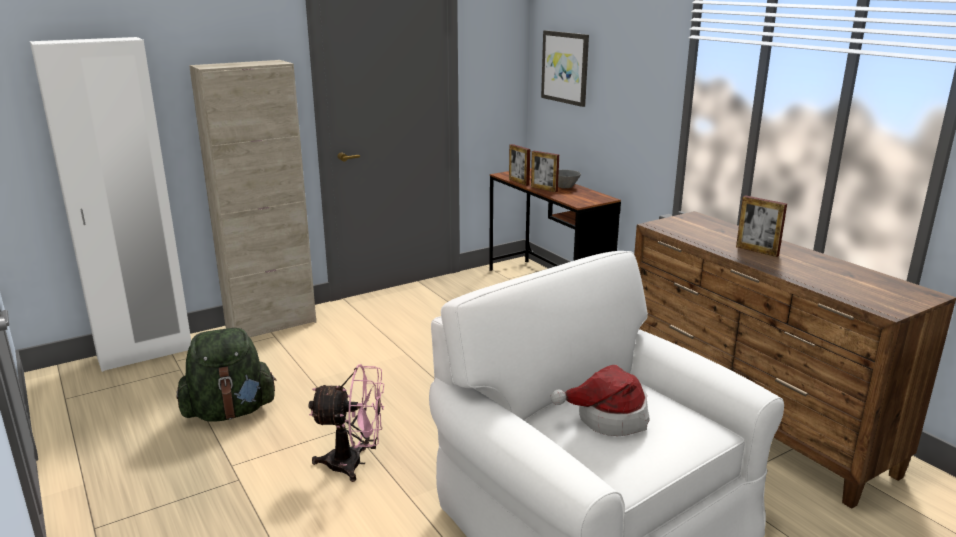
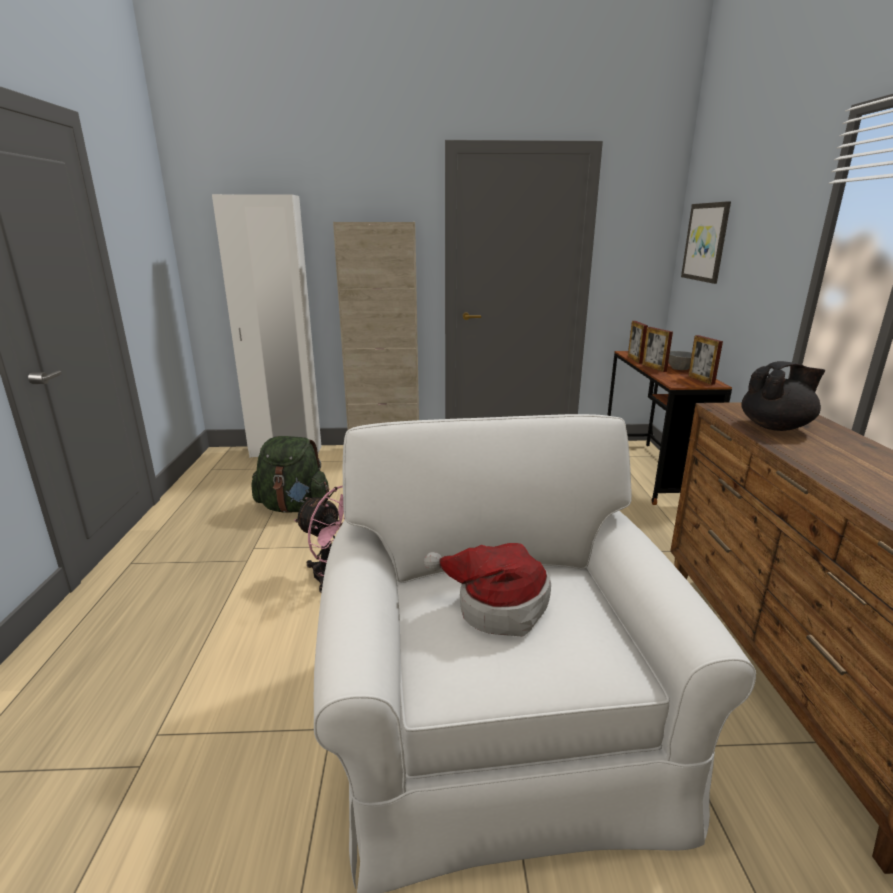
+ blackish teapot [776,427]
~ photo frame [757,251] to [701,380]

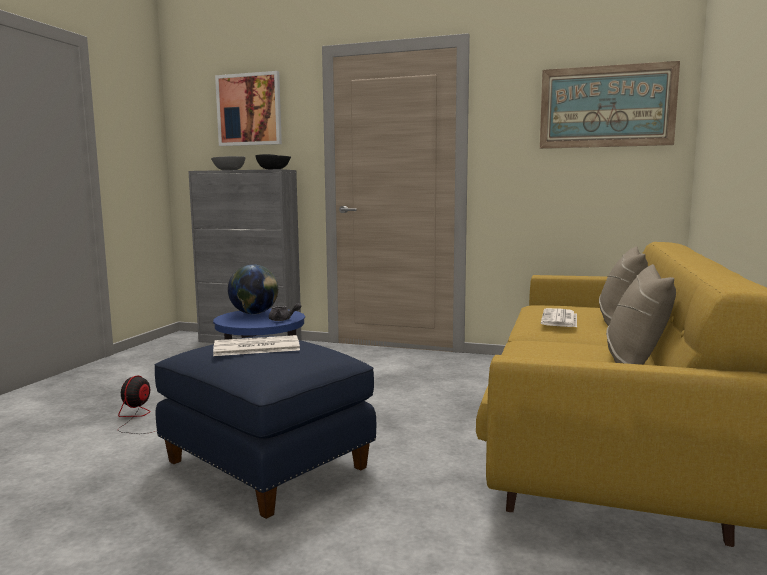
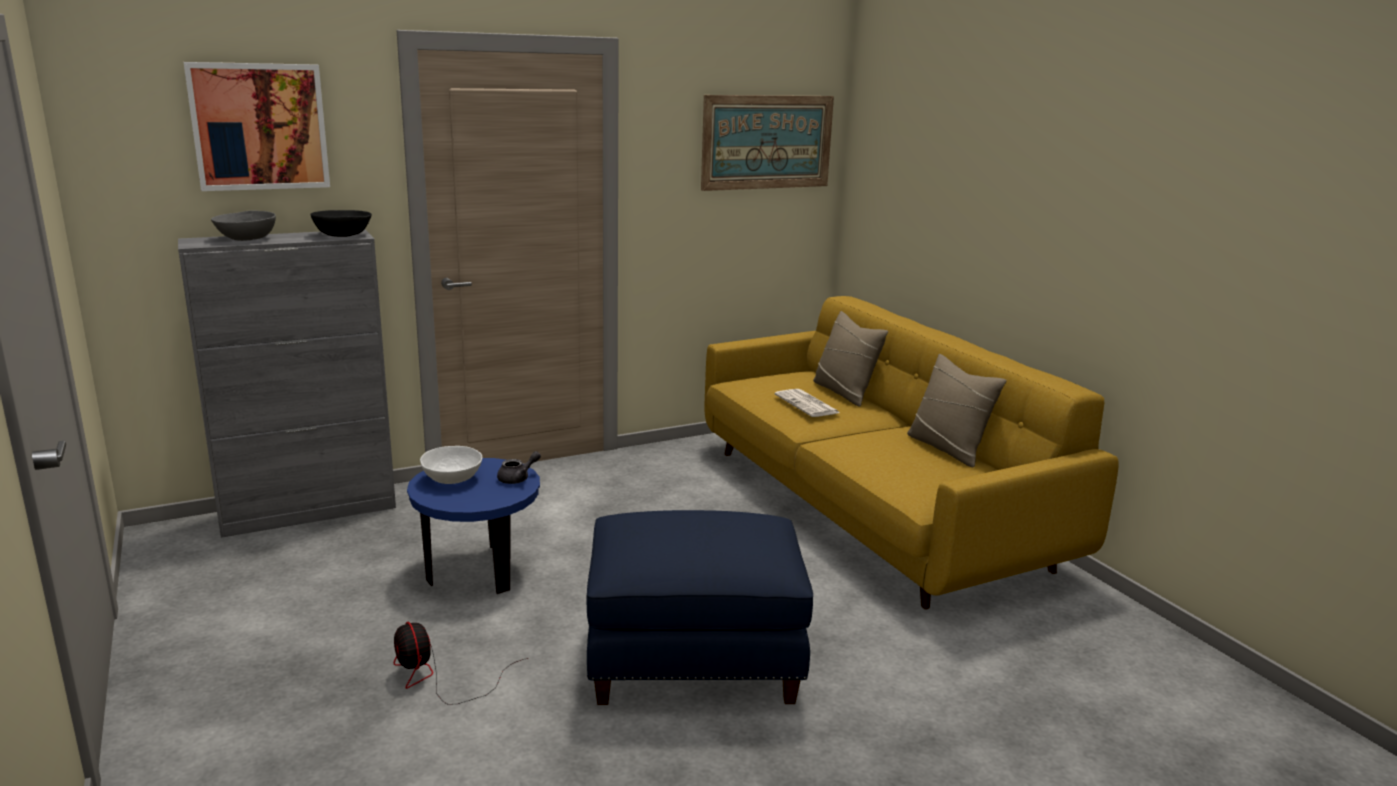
- newspaper [255,347]
~ globe [254,314] to white-coloured serving bowl [453,479]

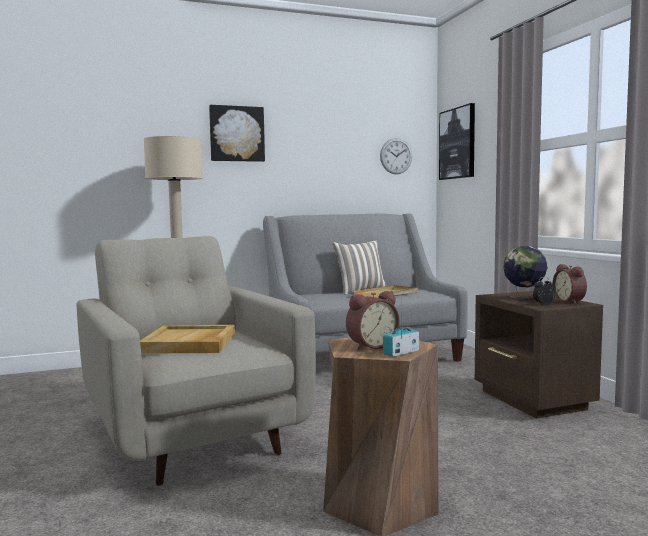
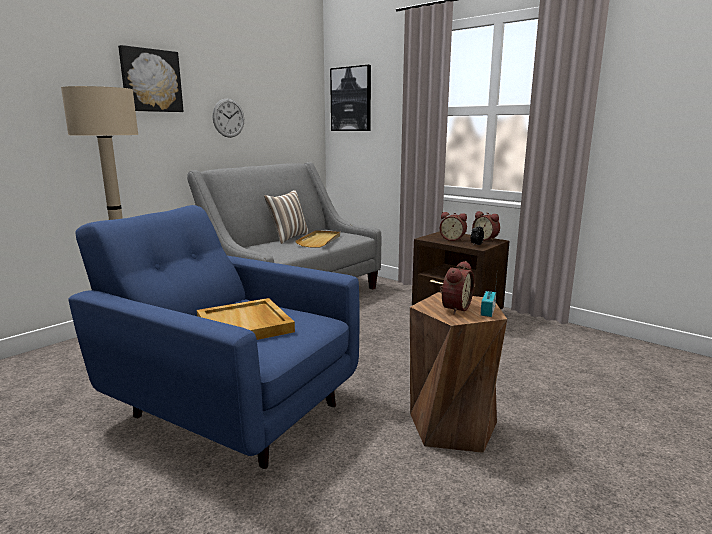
~ clock on the wall [396,156] to [228,118]
~ globe [524,298] to table clock [453,239]
~ beige-coloured easy chair [190,432] to blue-coloured easy chair [227,406]

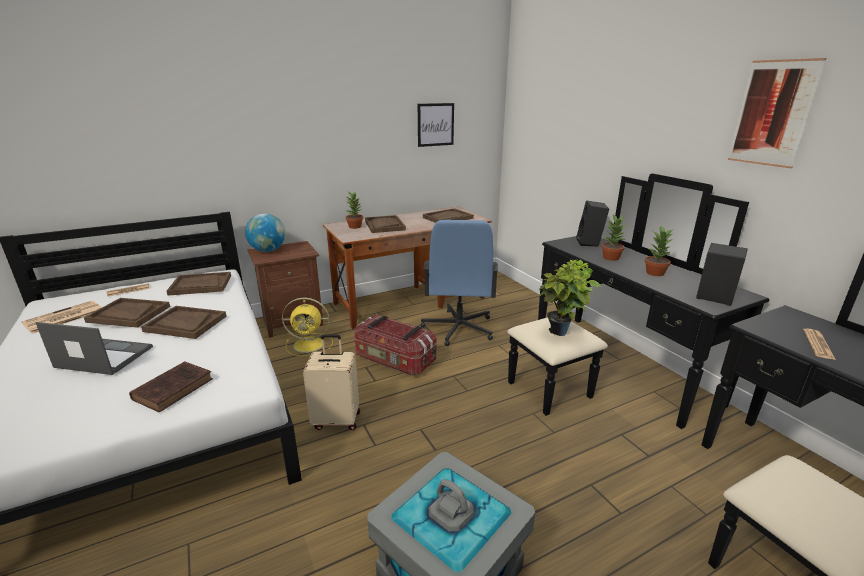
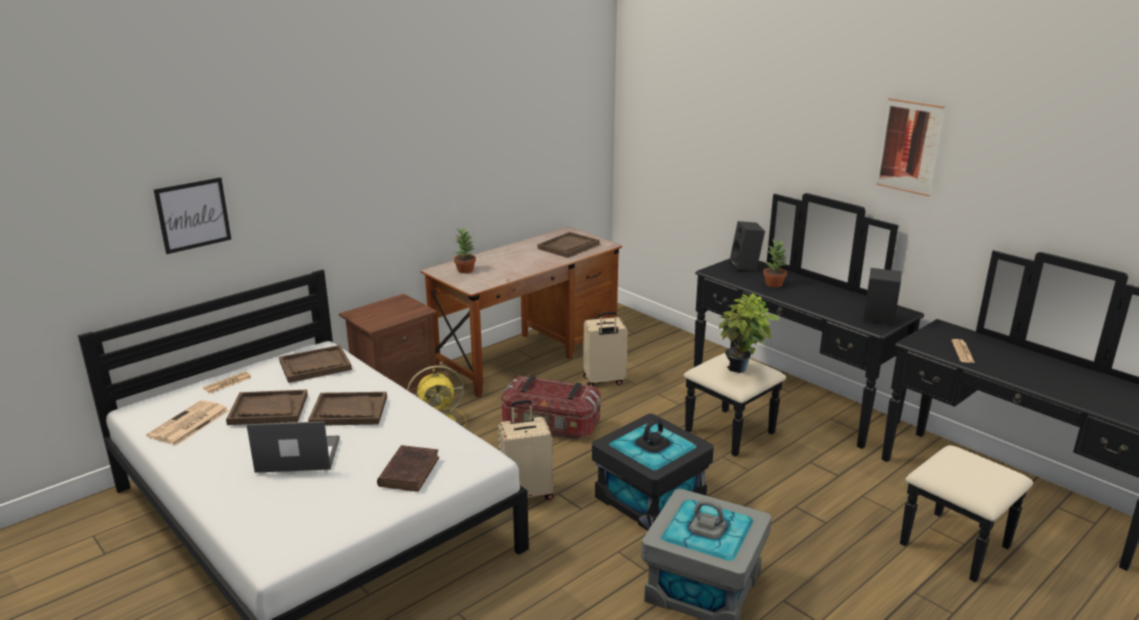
- globe [268,250]
- brown-coloured serving tray [384,225]
- potted plant [655,273]
+ blackish storage container [650,499]
~ wall art [435,124] to [193,215]
~ blue-coloured desk chair [458,328] to beige-coloured travel case [604,381]

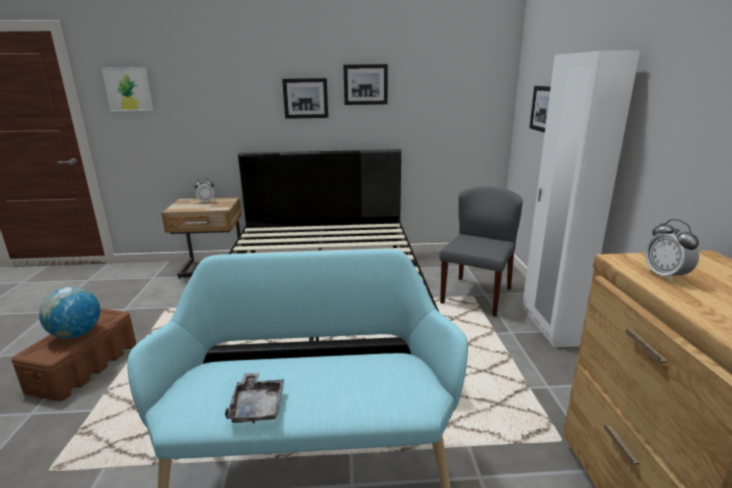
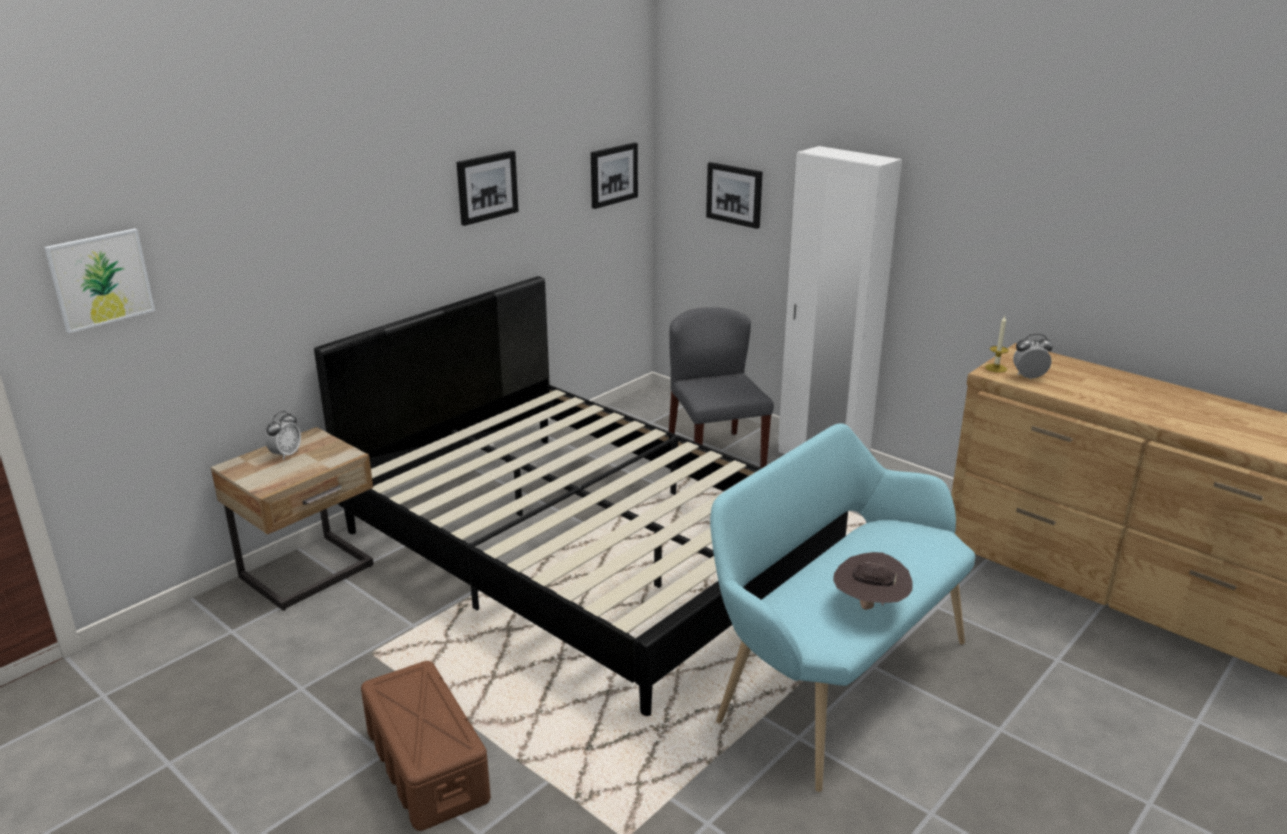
- globe [76,334]
+ wax light [996,368]
~ wall art [305,98] to [613,175]
~ greyish serving tray [257,406] to brown-coloured clothing hat [869,606]
~ table clock [665,276] = [1029,377] 150 degrees clockwise

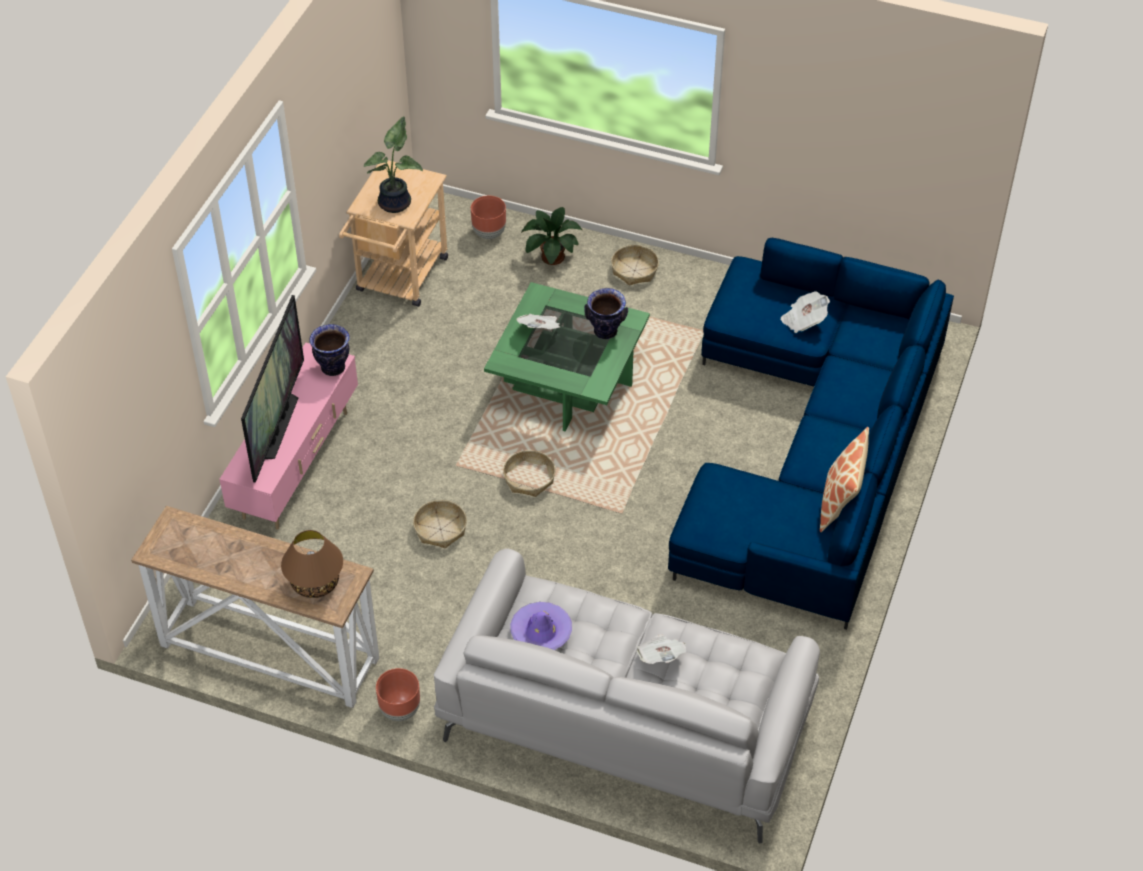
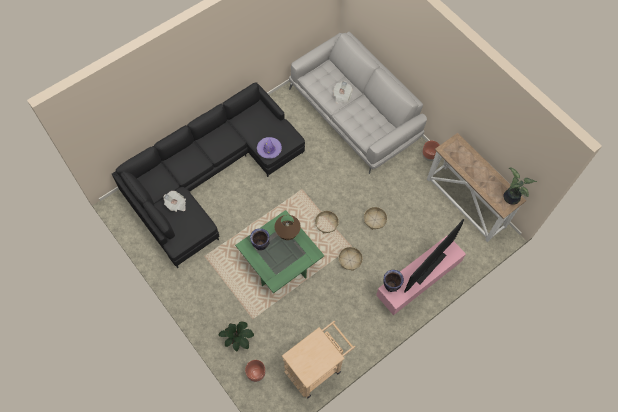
- newspaper [540,329]
- cushion [840,502]
~ brown-coloured lamp for a table [315,583] to [287,232]
~ potted plant [397,203] to [510,197]
~ purplish clothing hat [541,632] to [269,149]
~ storage basket [634,270] to [350,260]
~ blue-coloured couch [813,448] to blackish couch [209,176]

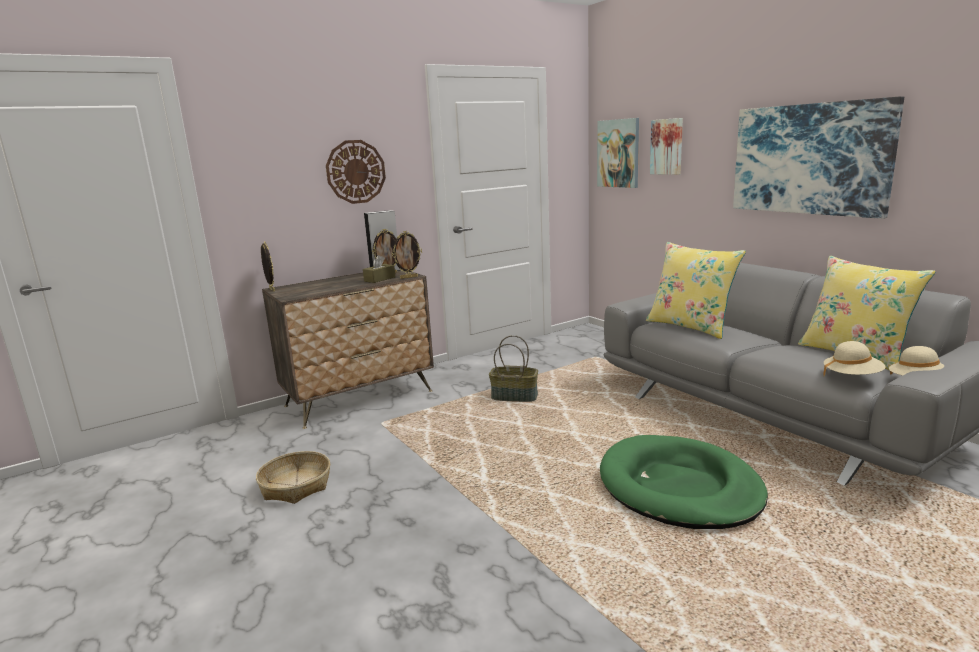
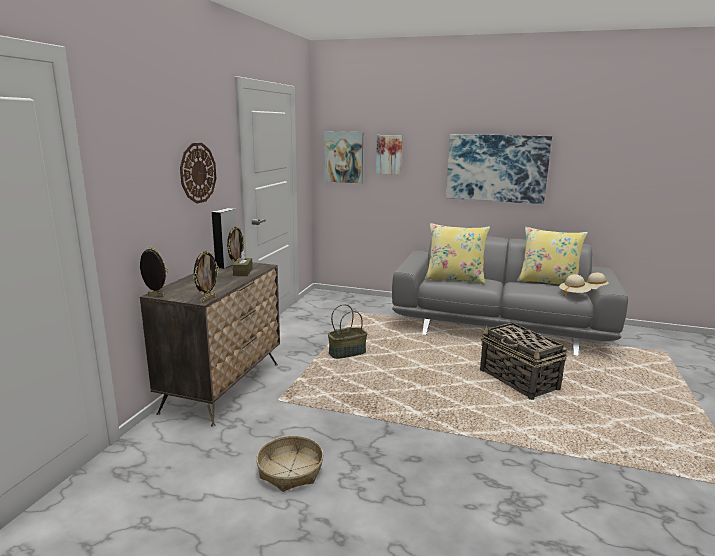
~ photo frame [409,277] to [207,299]
~ green dog bed [679,487] to storage basket [519,380]

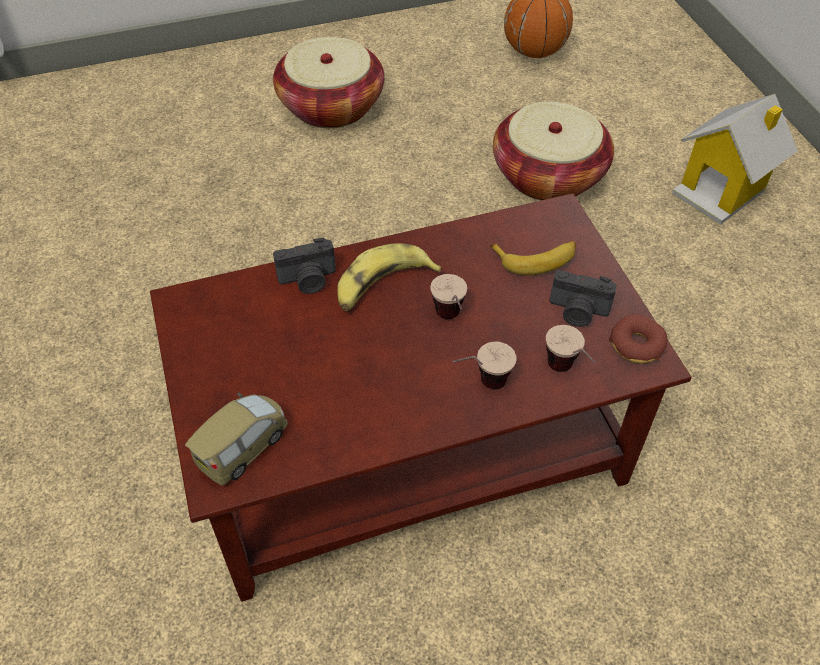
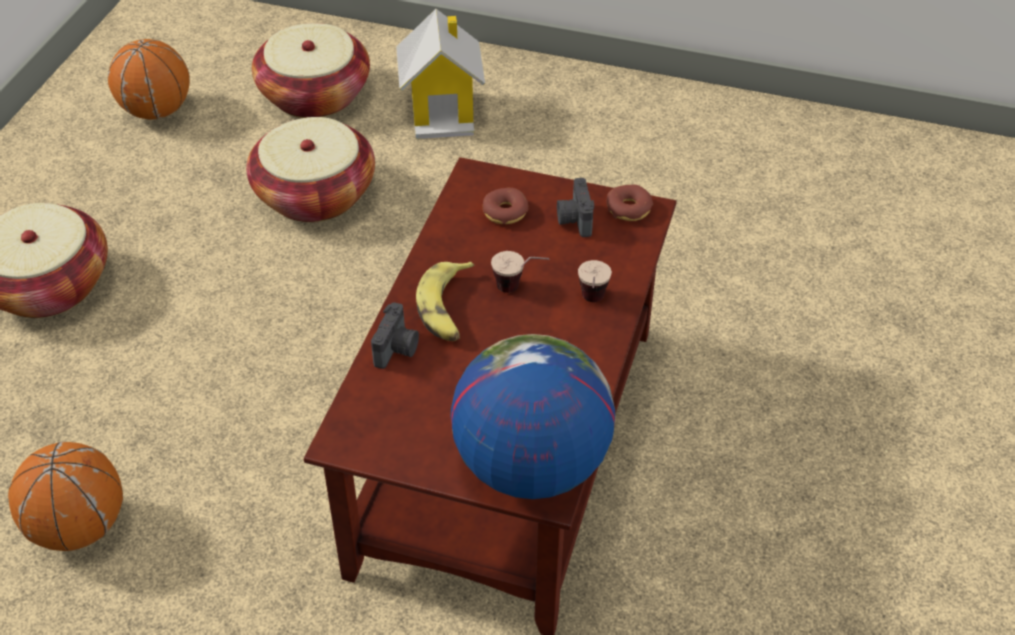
- small cup [567,374]
+ basketball [79,527]
+ storage basket [315,96]
~ model car [243,447] to globe [530,465]
~ banana fruit [536,259] to donut [505,212]
~ still camera [577,312] = [574,220] 120 degrees clockwise

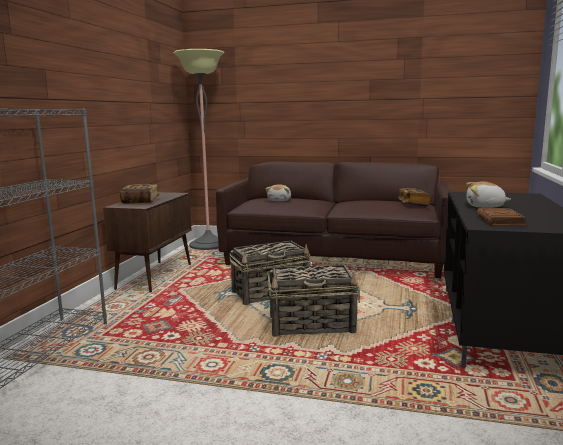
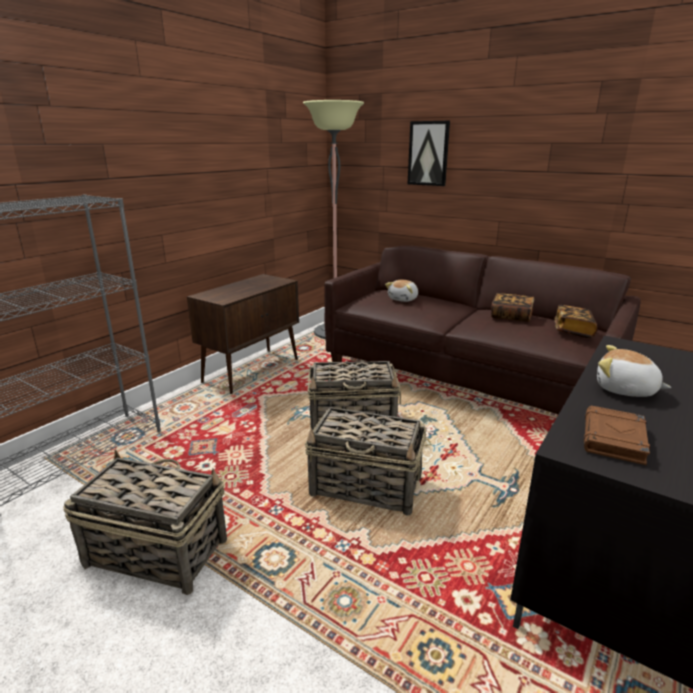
+ storage basket [155,552]
+ wall art [428,153]
~ bound book [140,201] to [511,316]

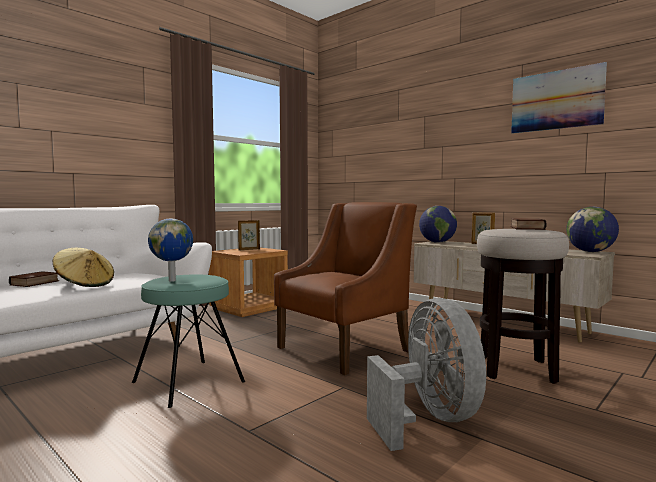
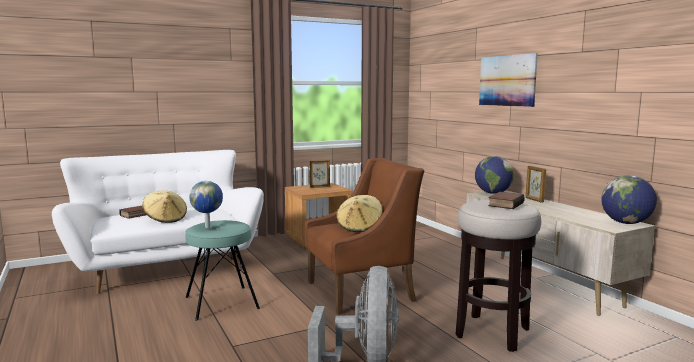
+ beige-coloured clothing hat [359,227]
~ wall art [556,100] to [507,80]

